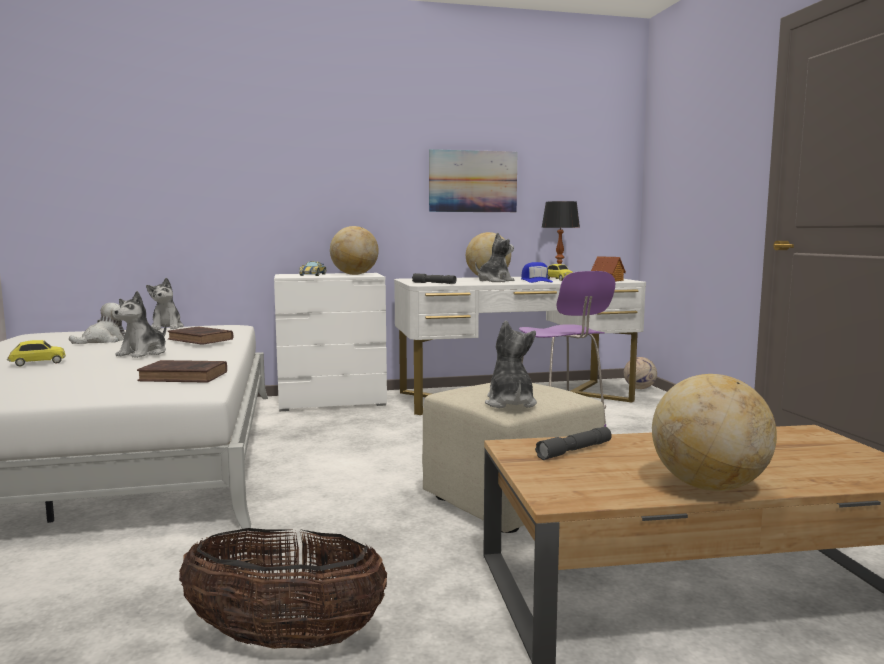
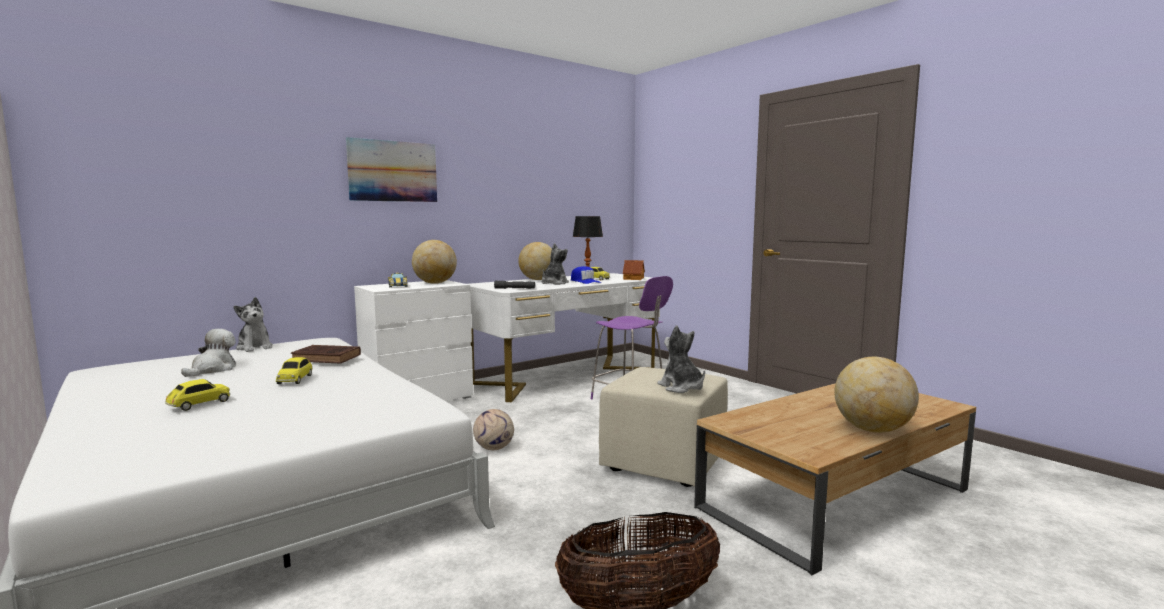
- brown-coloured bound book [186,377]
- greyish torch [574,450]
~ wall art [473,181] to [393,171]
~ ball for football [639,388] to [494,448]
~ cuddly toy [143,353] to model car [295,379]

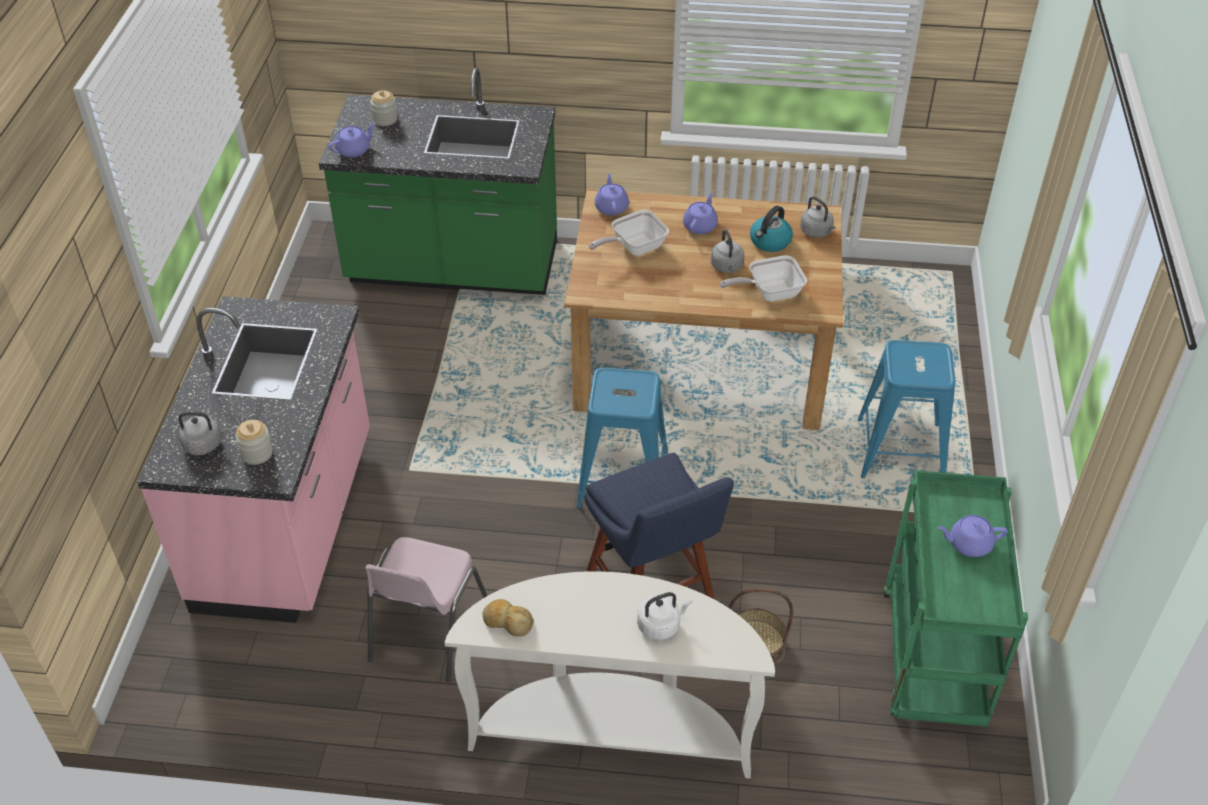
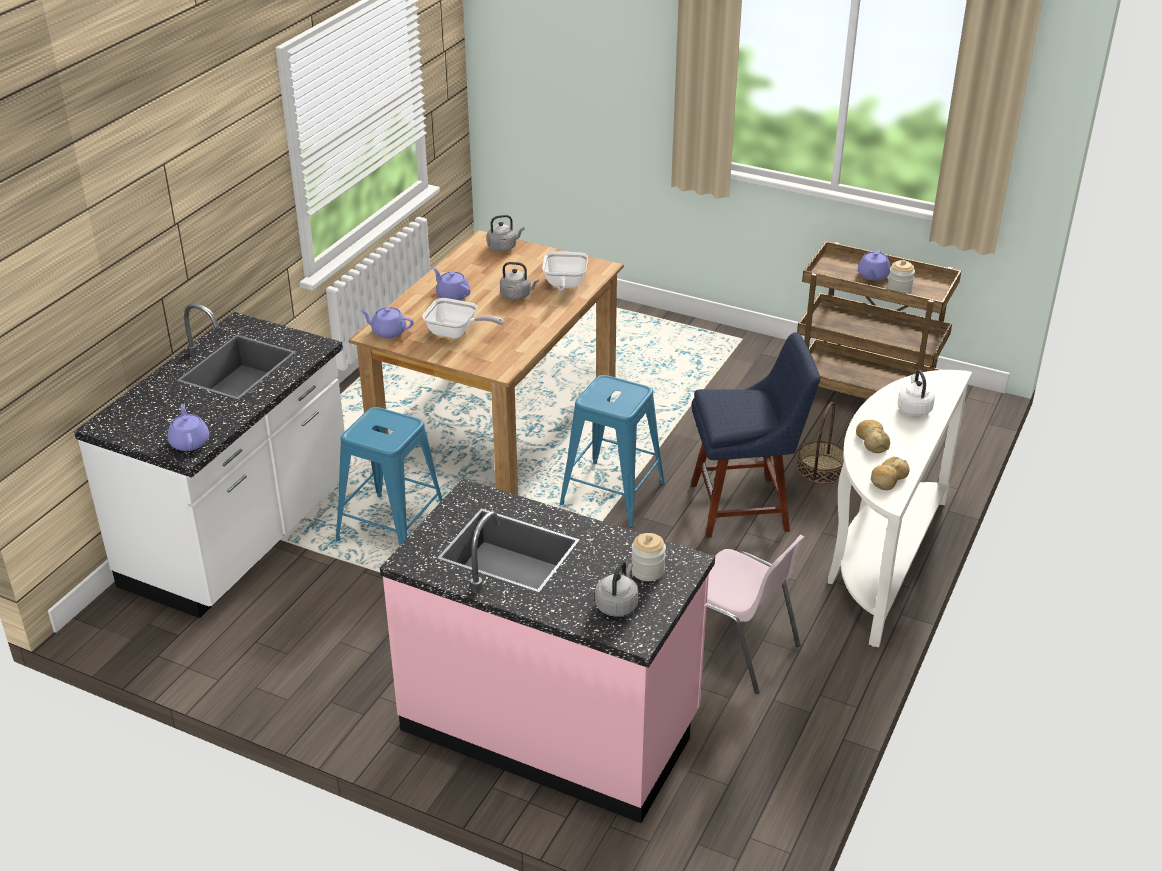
- tea kettle [770,242]
+ bread [872,441]
~ preserve jar [385,119] to [899,289]
~ blue-coloured sitting stool [900,451] to [393,529]
~ green kitchen base unit [453,267] to white-coloured kitchen base unit [241,537]
~ green trolley [934,661] to brown-coloured trolley [866,395]
~ pan [633,248] = [456,333] 60 degrees counterclockwise

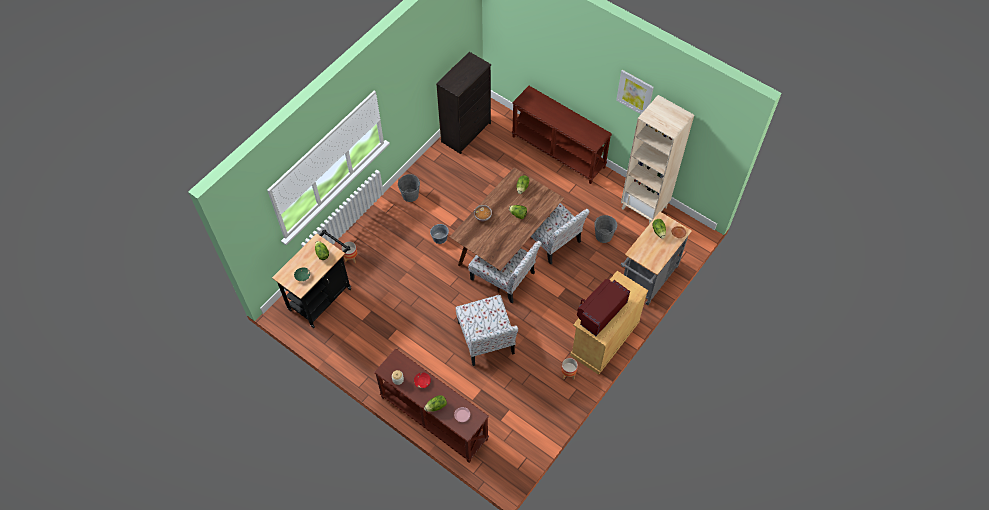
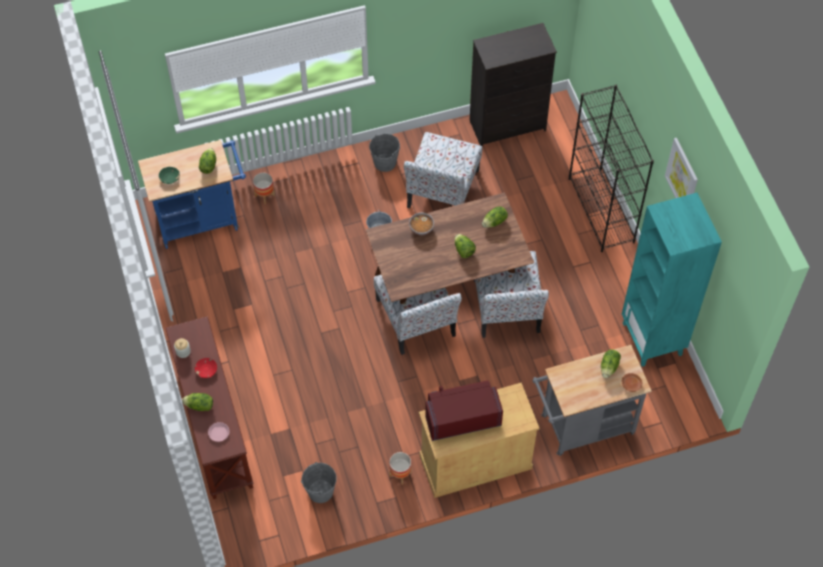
~ plain chair [486,339] to [442,190]
~ greyish water bucket [603,236] to [320,491]
~ brown-coloured narrow table [559,151] to blackish shelving unit [601,210]
~ blackish trolley [322,296] to blue-coloured trolley [202,219]
~ beige-coloured shelving unit [644,207] to blue-green shelving unit [652,339]

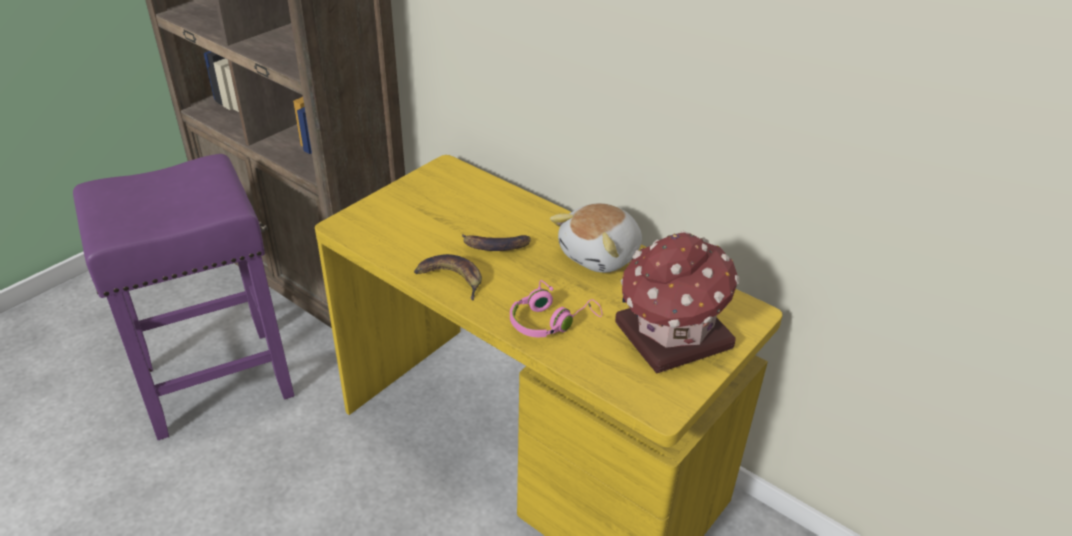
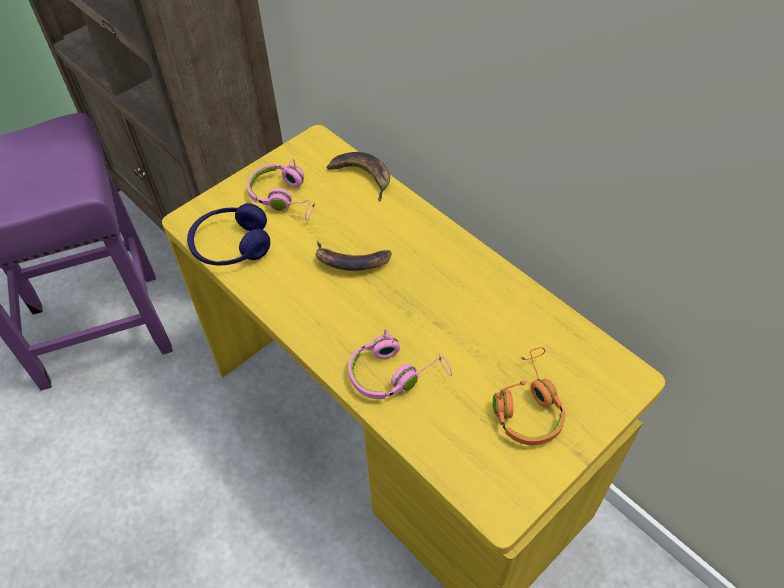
- cuddly toy [601,255]
+ blue-coloured pair of headphones [231,246]
+ pink pair of headphones [284,197]
~ banana fruit [451,279] to [362,176]
~ miniature house [670,336] to orangey pair of headphones [527,405]

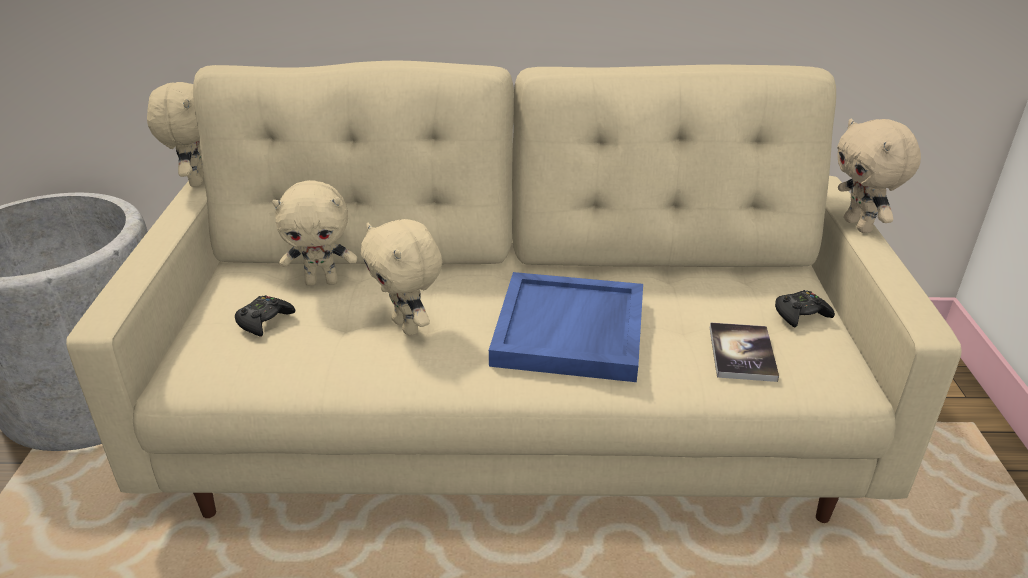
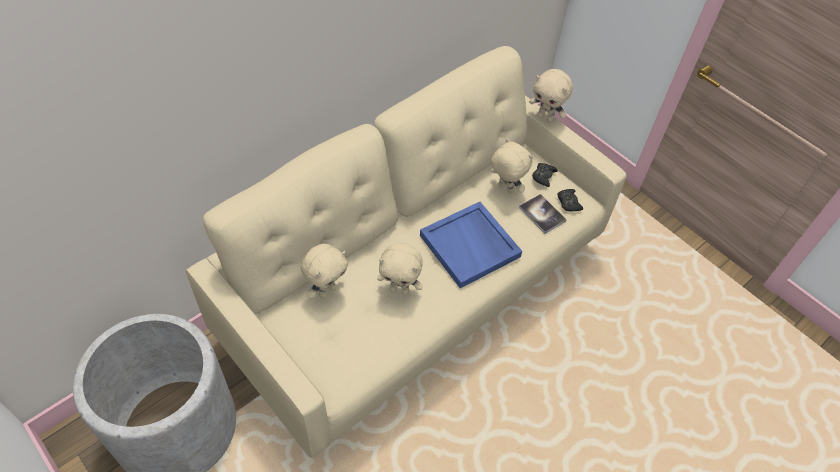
~ beige-coloured cuddly toy [196,180] to [505,189]
~ blackish joypad [264,321] to [568,203]

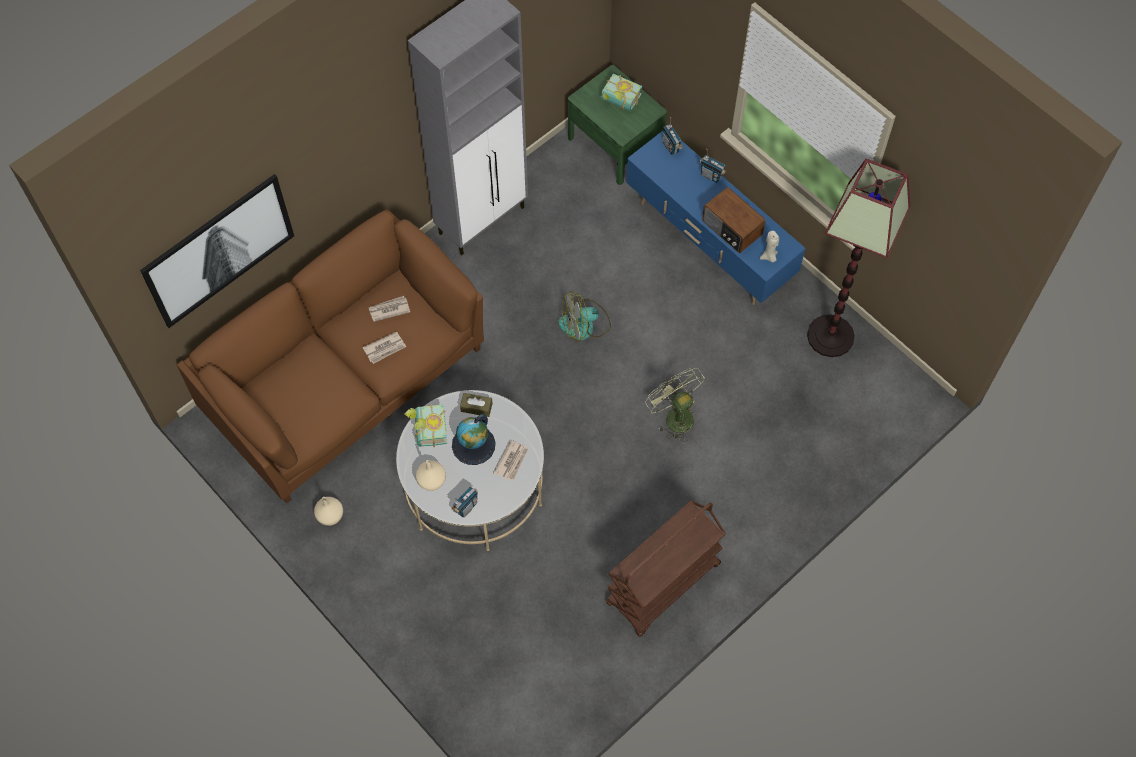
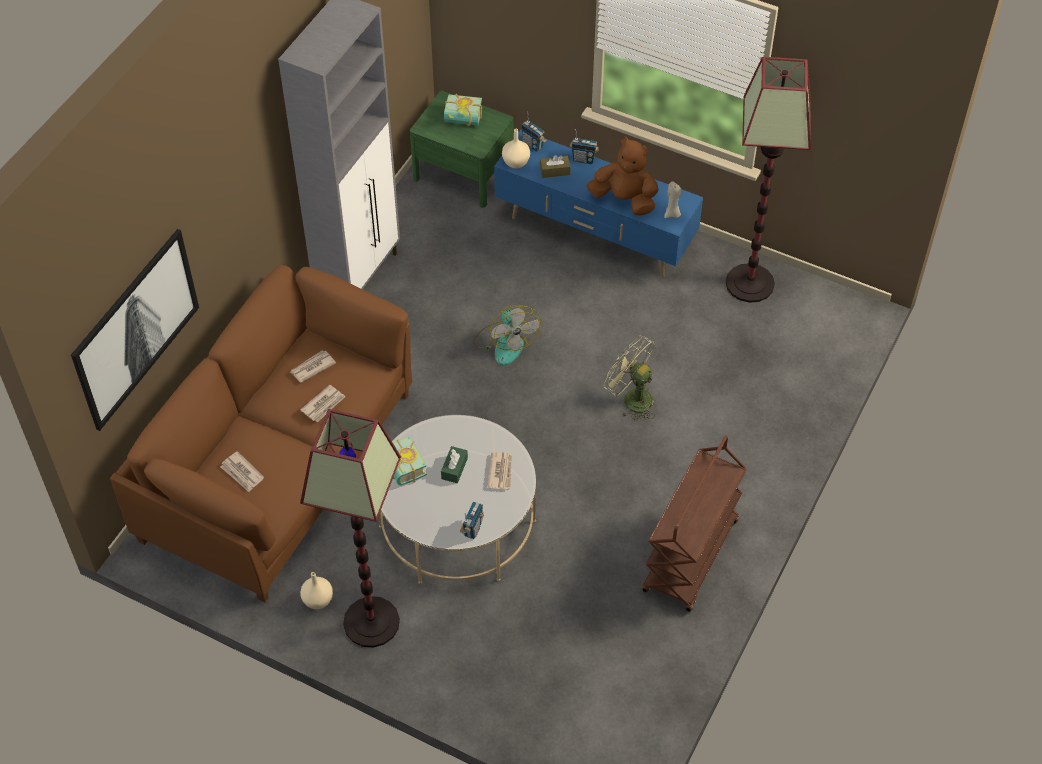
+ newspaper [242,473]
+ standard lamp [371,621]
~ beige-coloured vase [431,481] to [515,163]
~ brown-coloured box of tissues [476,407] to [555,171]
~ globe [473,445] to green box of tissues [454,468]
~ radio set [731,229] to brown-coloured cuddly toy [624,200]
~ electric fan [584,325] = [505,343] 75 degrees counterclockwise

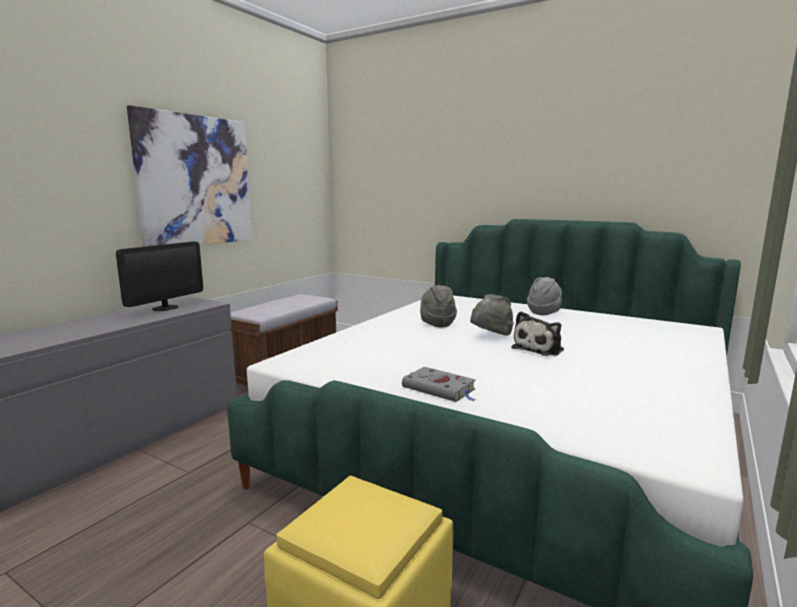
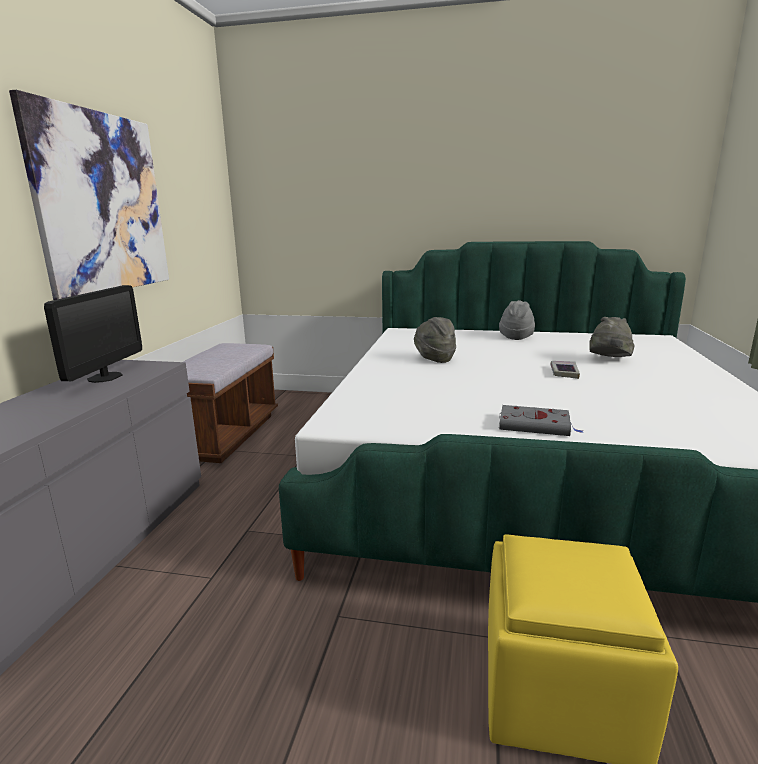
~ greyish clothing hat [491,337] to [608,360]
~ cuddly toy [539,349] to bound book [564,372]

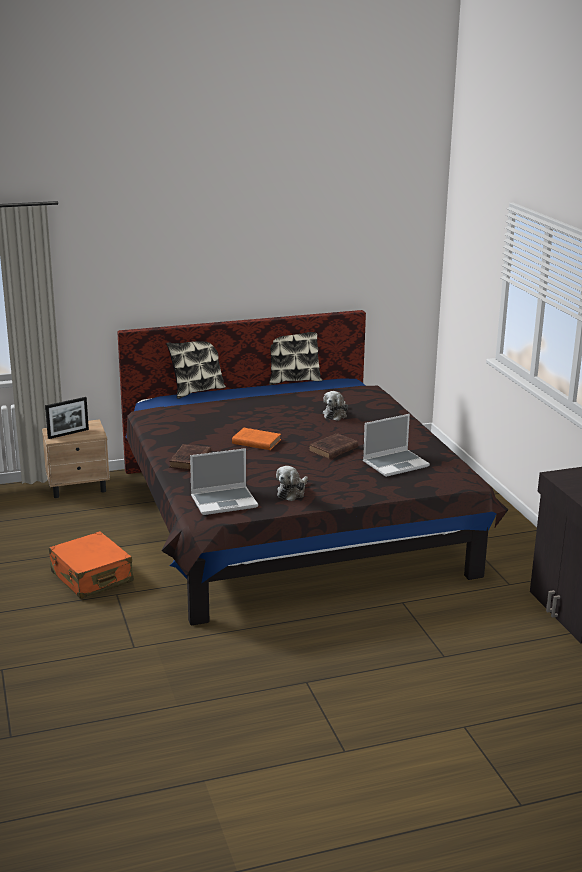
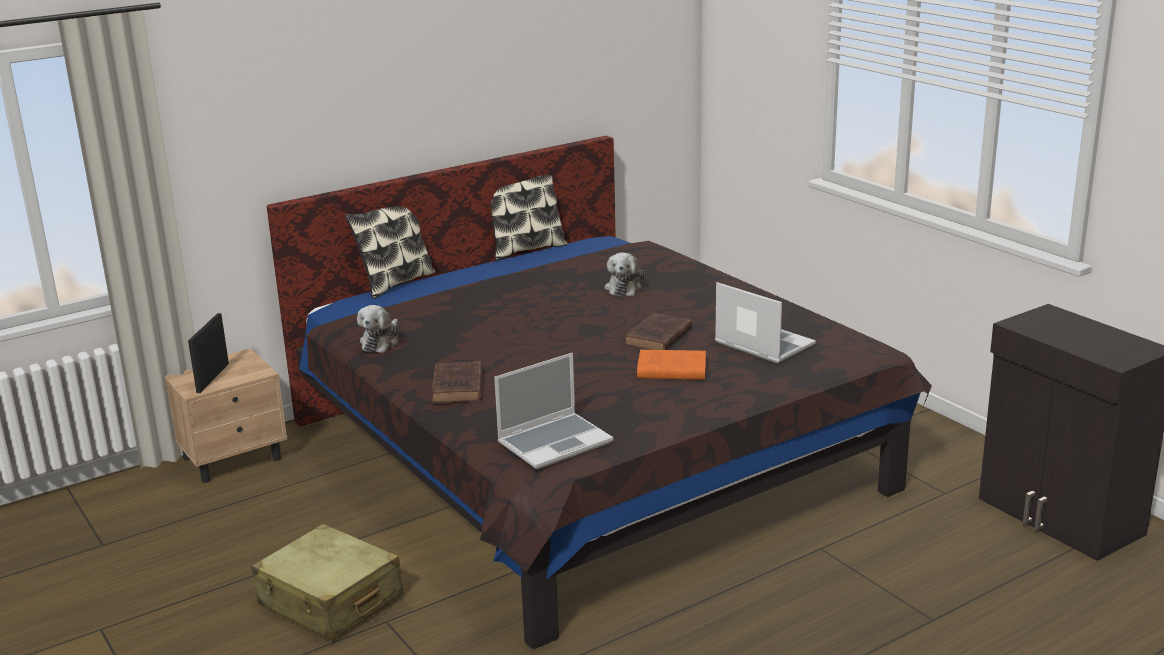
~ orangey bound book [255,442] to [669,370]
~ cuddly toy [292,492] to [381,342]
~ orangey travel case [91,577] to beige-coloured travel case [330,601]
~ photo frame [68,434] = [213,378] 150 degrees clockwise
~ notebook computer [395,464] = [762,344] 90 degrees counterclockwise

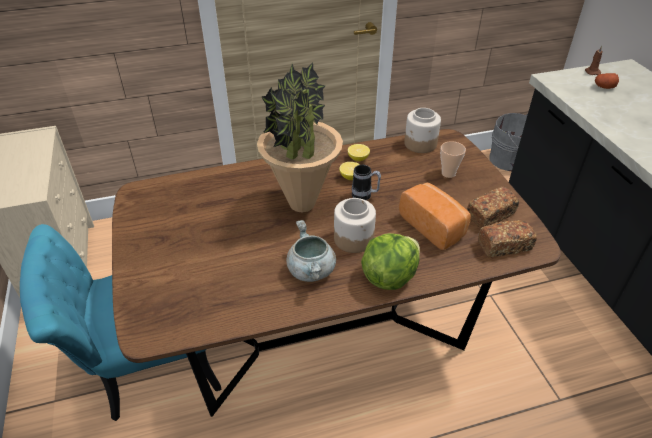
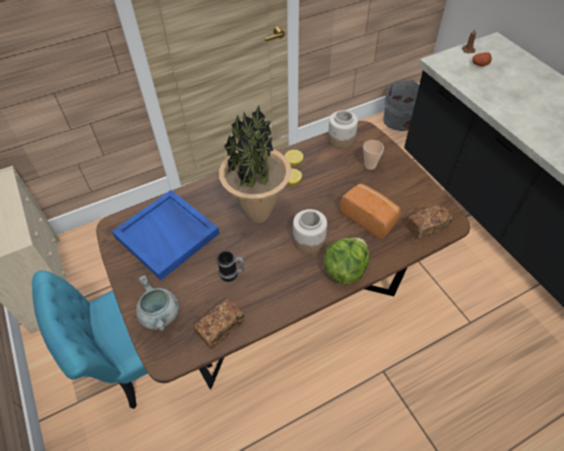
+ blue-coloured serving tray [168,235]
~ greyish cooking pot [311,271] to [161,315]
~ mug [365,196] to [232,275]
~ bread [490,216] to [221,328]

